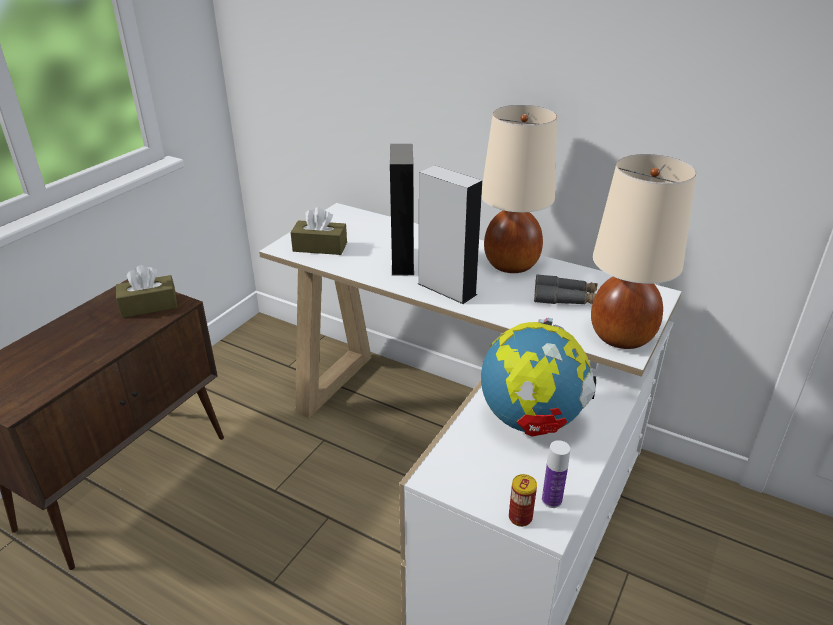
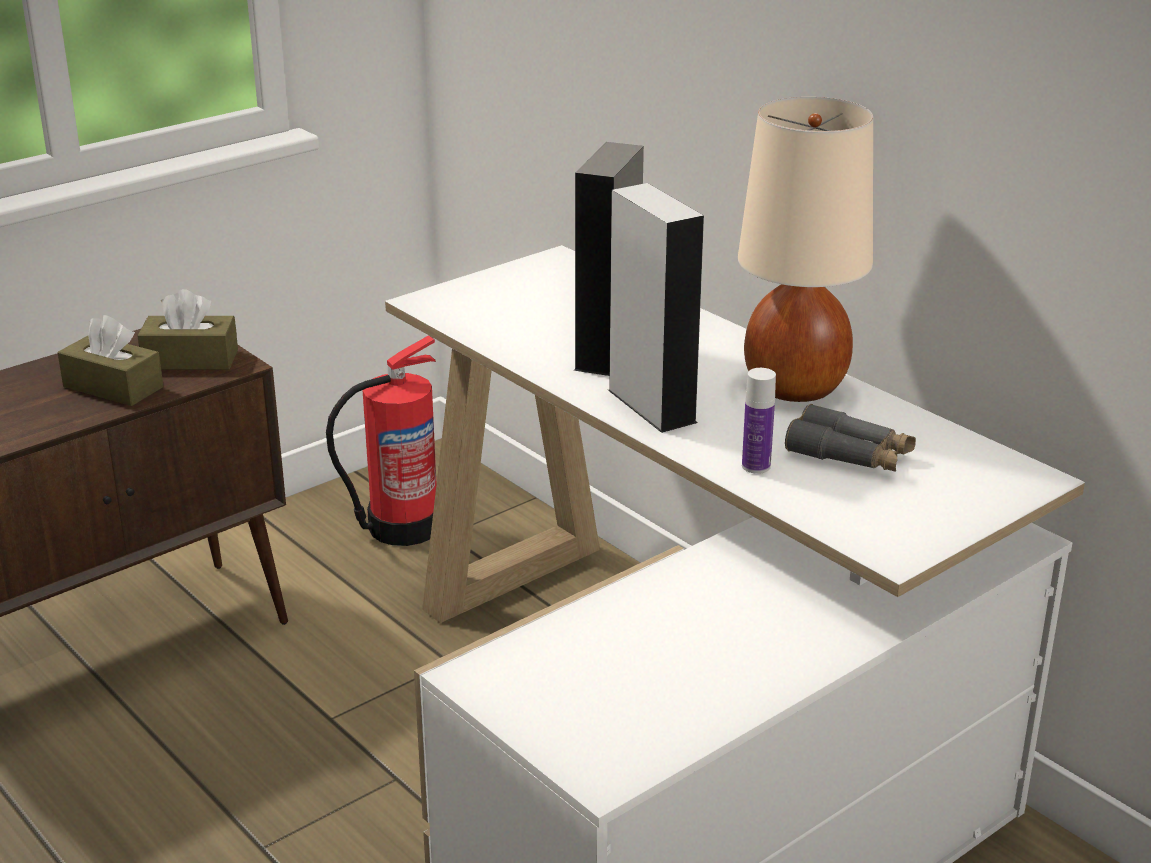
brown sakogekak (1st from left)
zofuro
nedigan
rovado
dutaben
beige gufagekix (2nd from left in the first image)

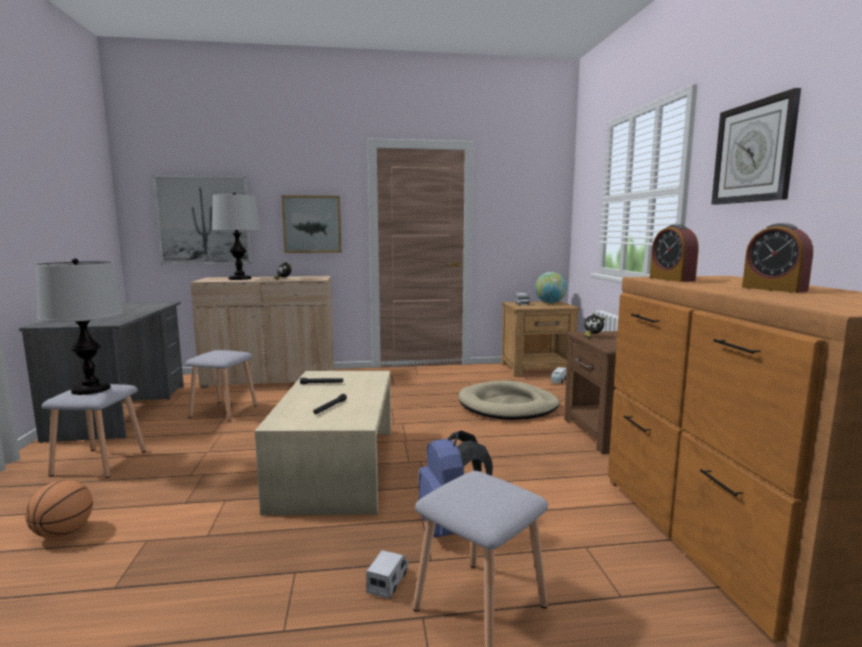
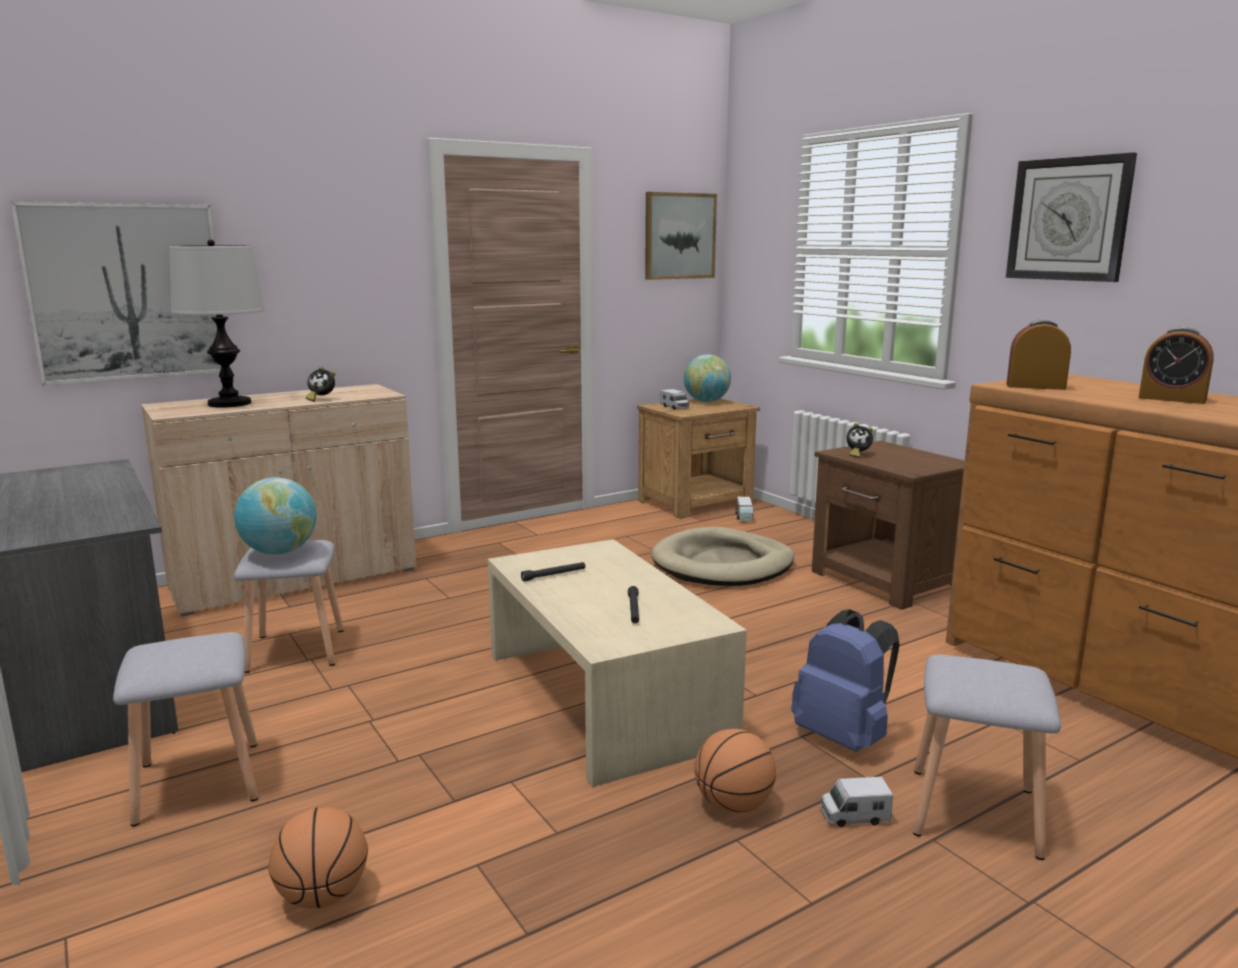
rovado (1st from left)
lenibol (2nd from left)
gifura (2nd from left)
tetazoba (3rd from left)
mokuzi (3rd from left)
gufagekix (1st from left in the first image)

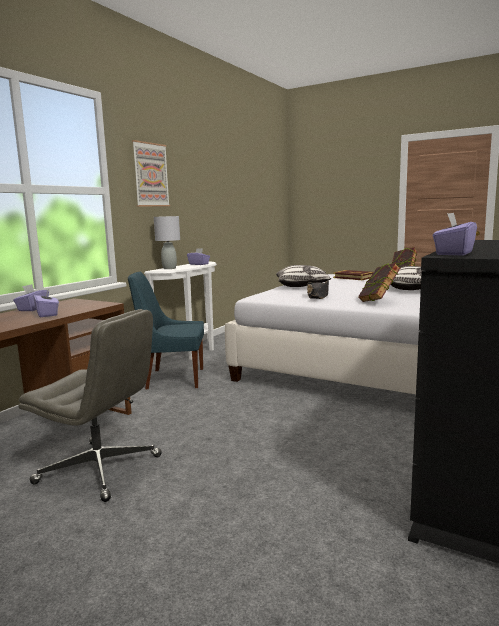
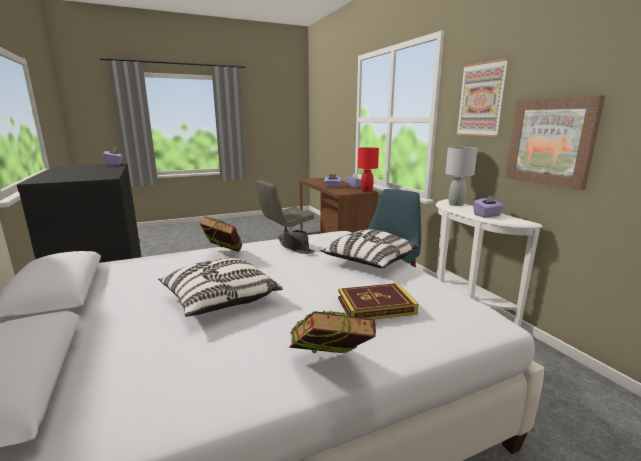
red gufagekix
lenibol (2nd from left)

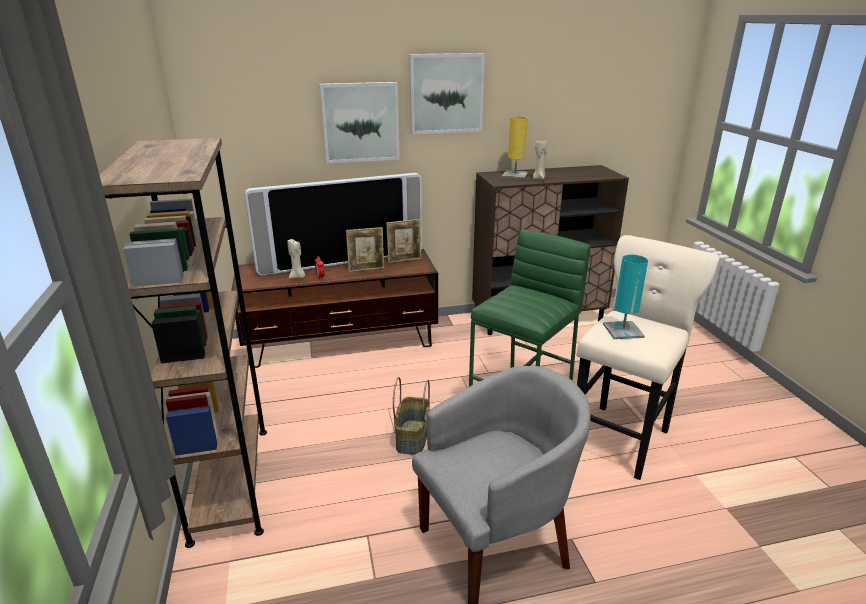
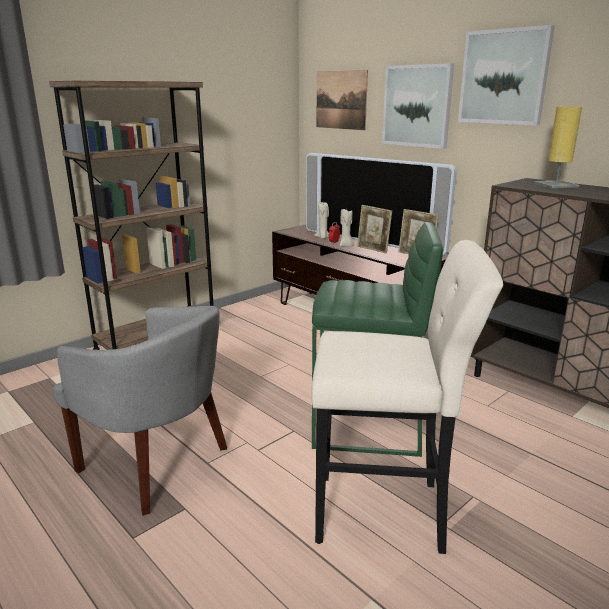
lenibol (1st from left)
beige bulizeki (2nd from left)
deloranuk
turquoise gufagekix

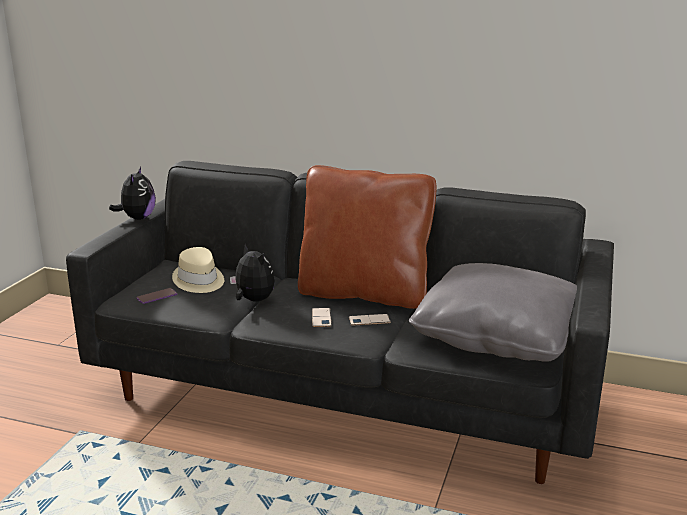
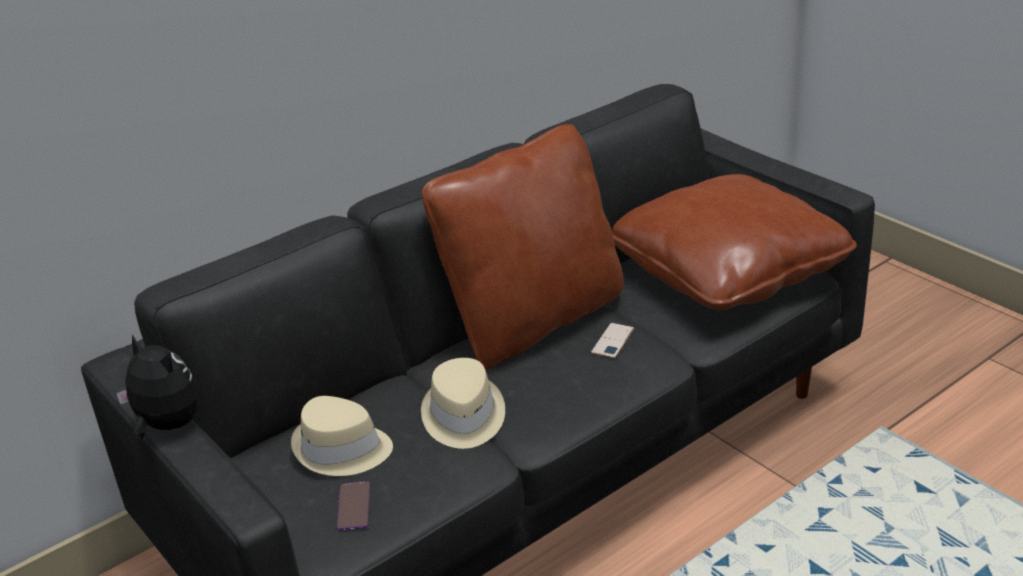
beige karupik (2nd from left)
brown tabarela (2nd from left)
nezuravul (2nd from left in the first image)

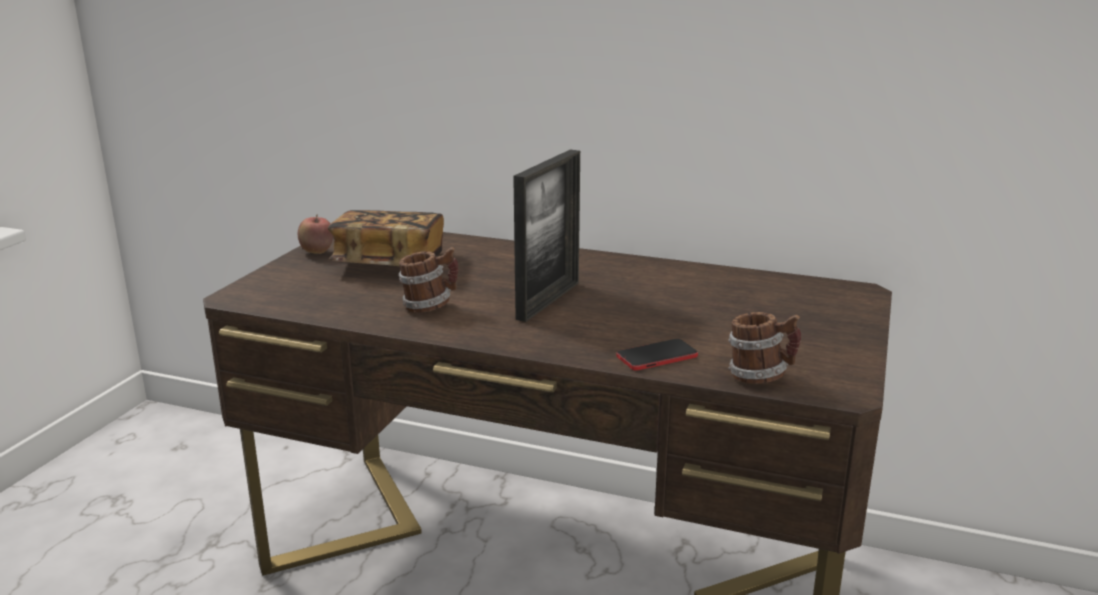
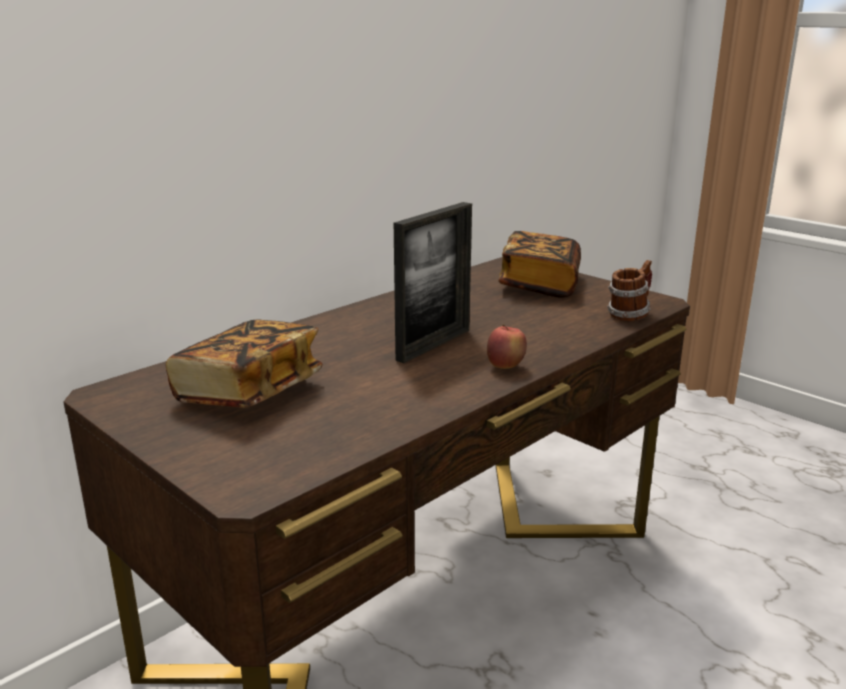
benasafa
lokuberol
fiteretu (2nd from left)
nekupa (1st from left in the first image)
nezuravul

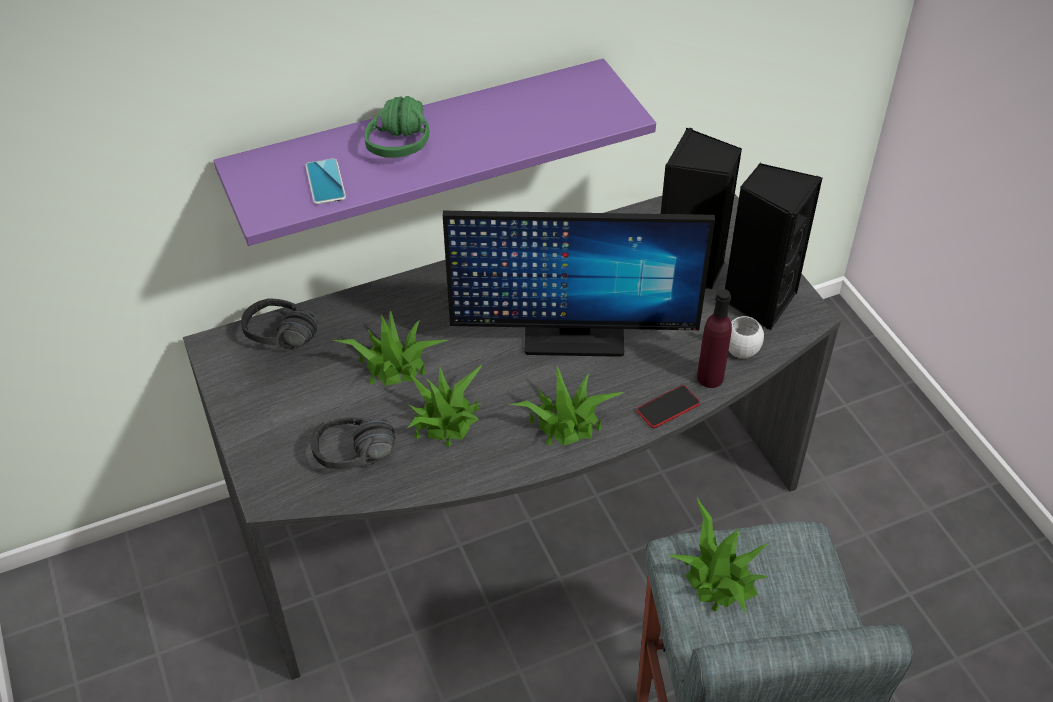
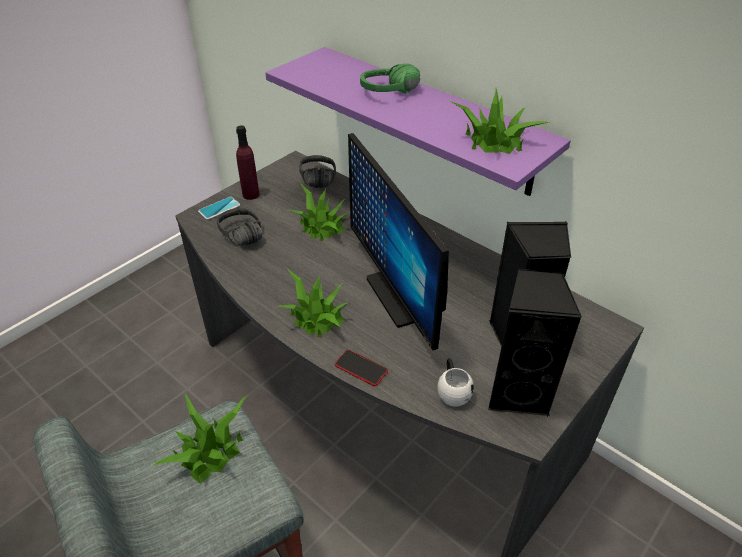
nezuravul (1st from left)
purple nedigan
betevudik (4th from left)

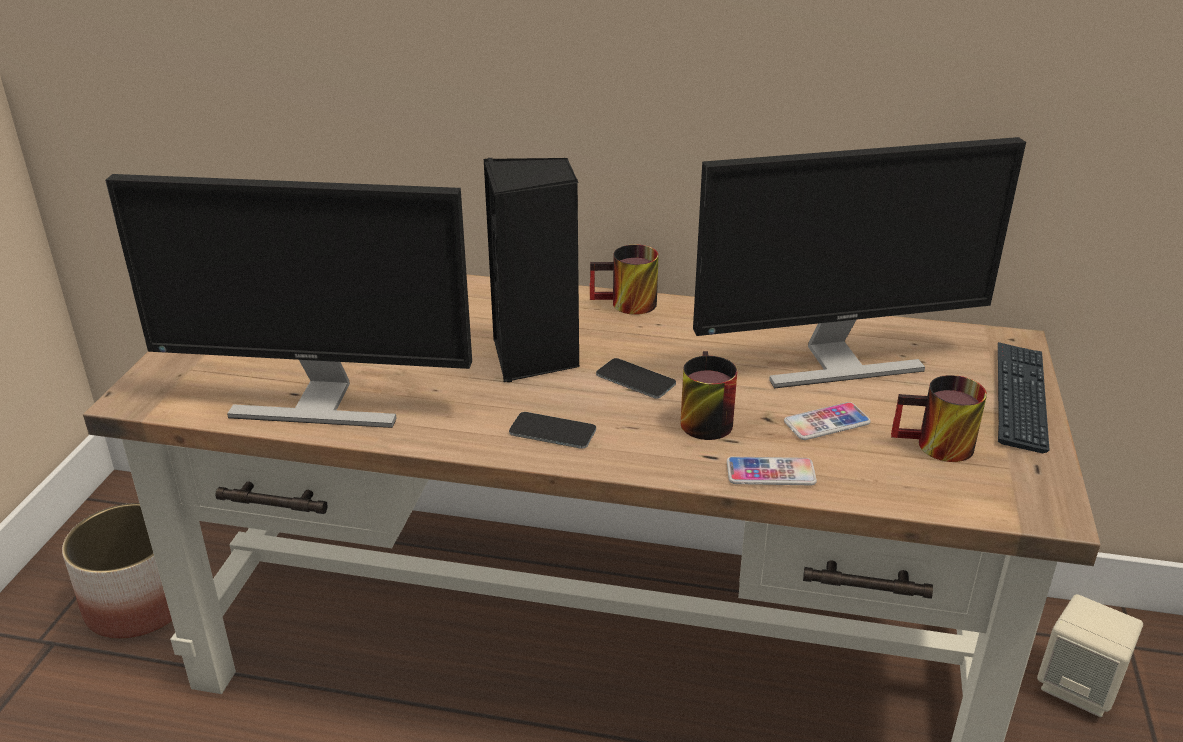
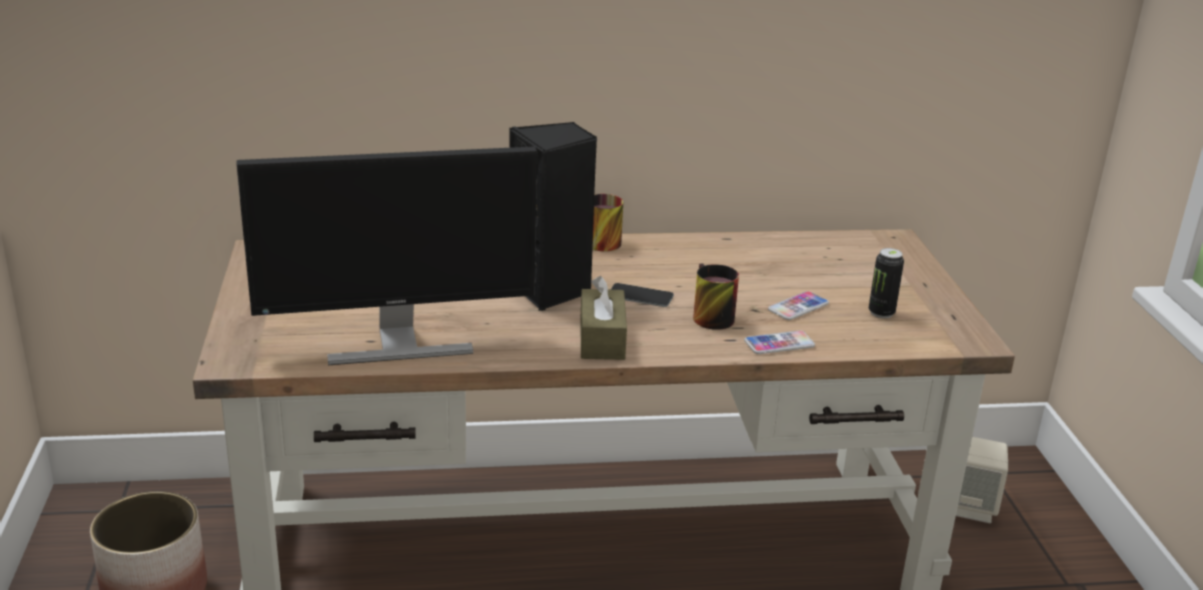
brown sakogekak
dutaben
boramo (2nd from left in the first image)
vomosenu

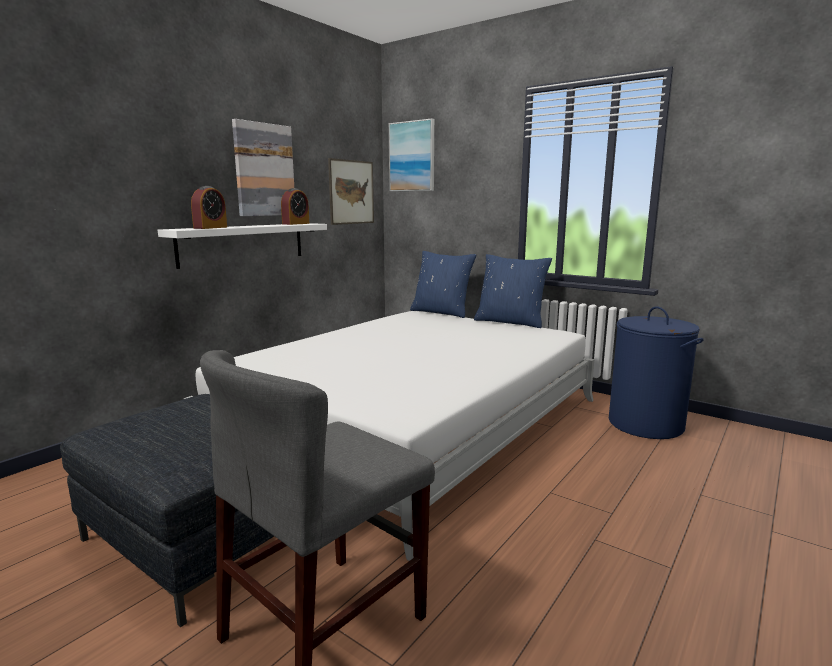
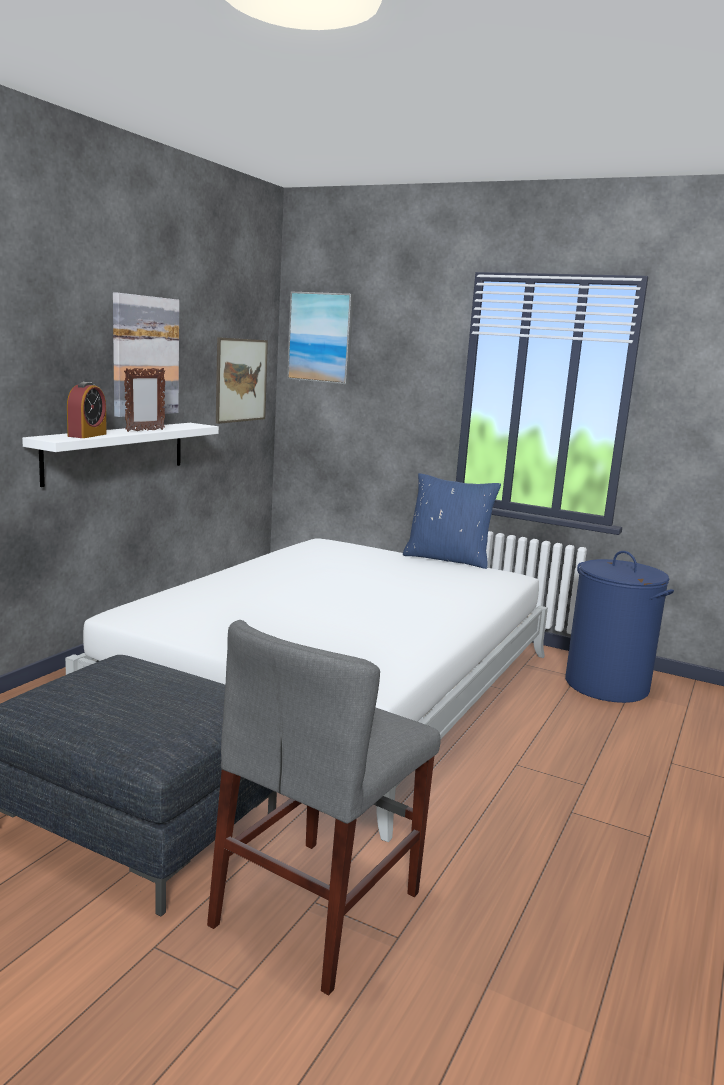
benasafa
mokuzi (2nd from left in the first image)
blue tabarela (1st from left in the first image)

